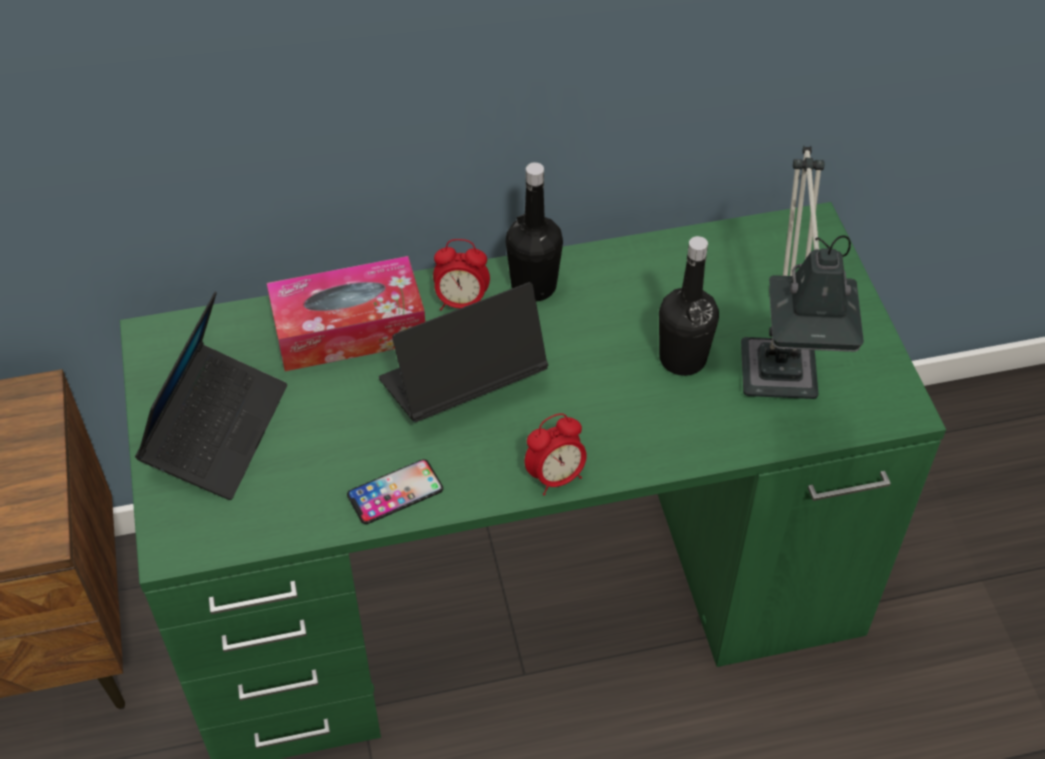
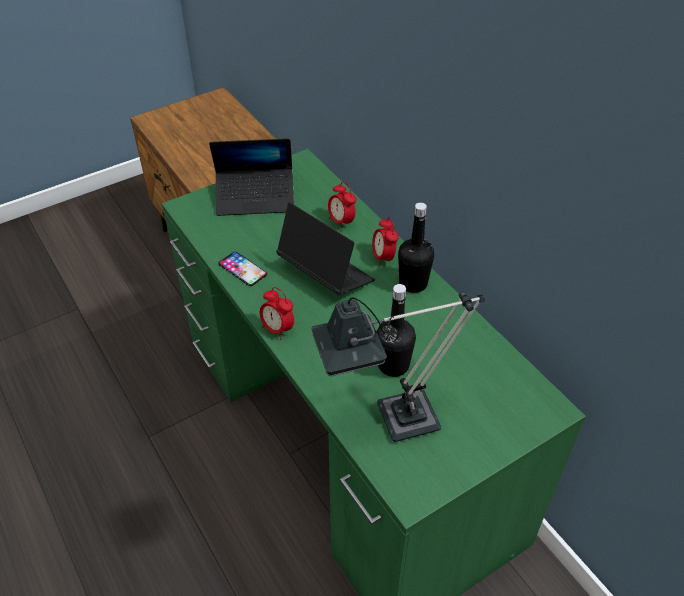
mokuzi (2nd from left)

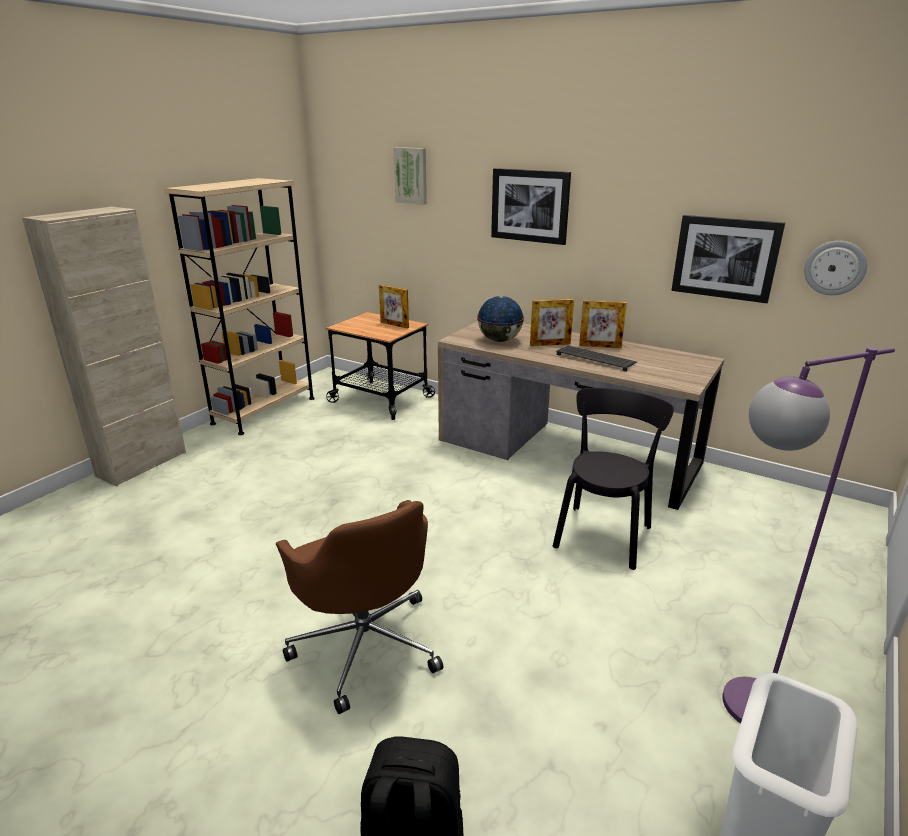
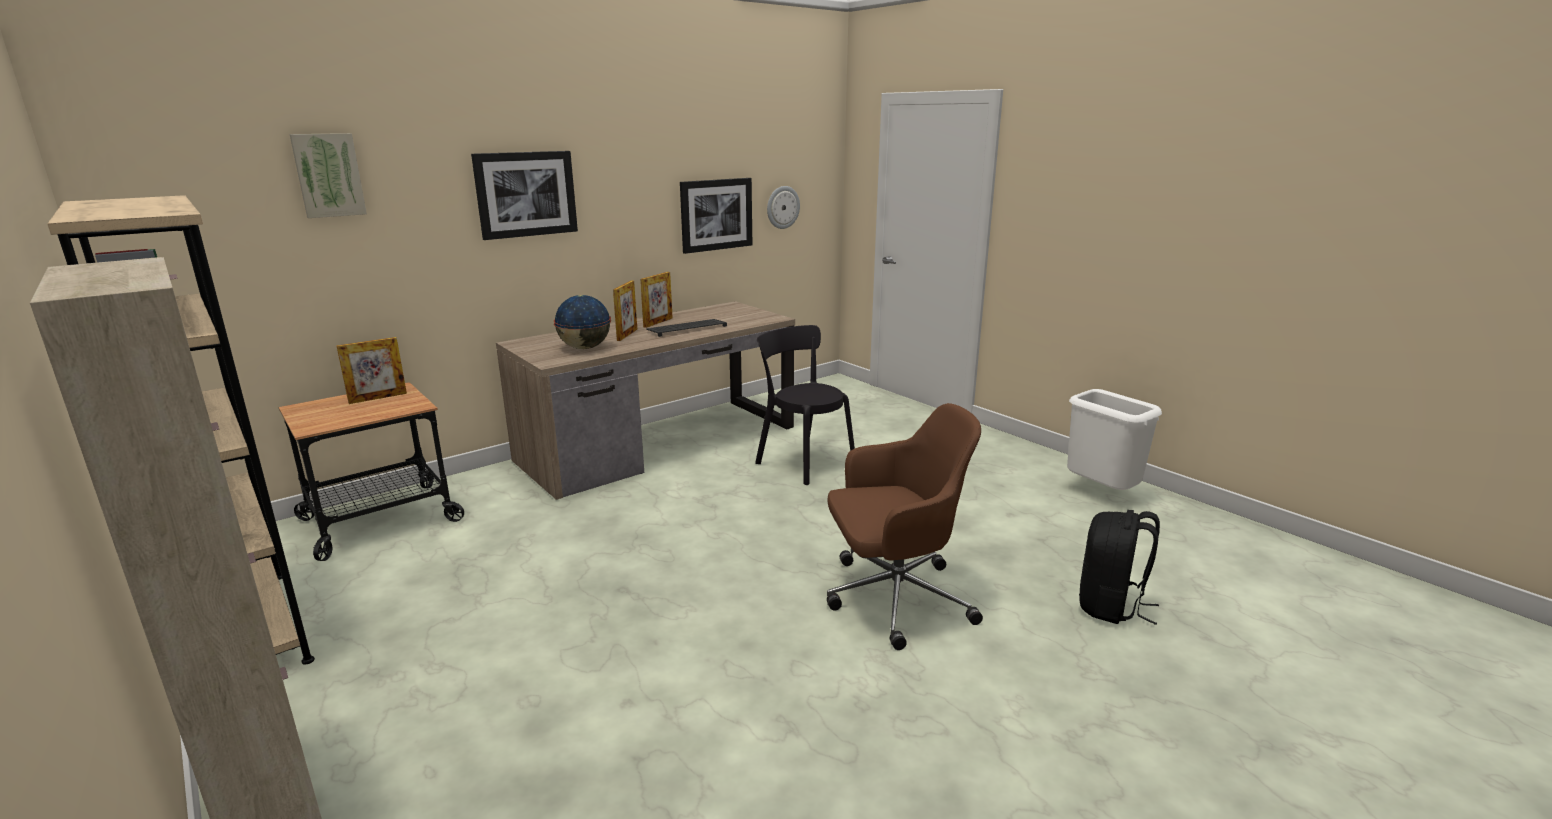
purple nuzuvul

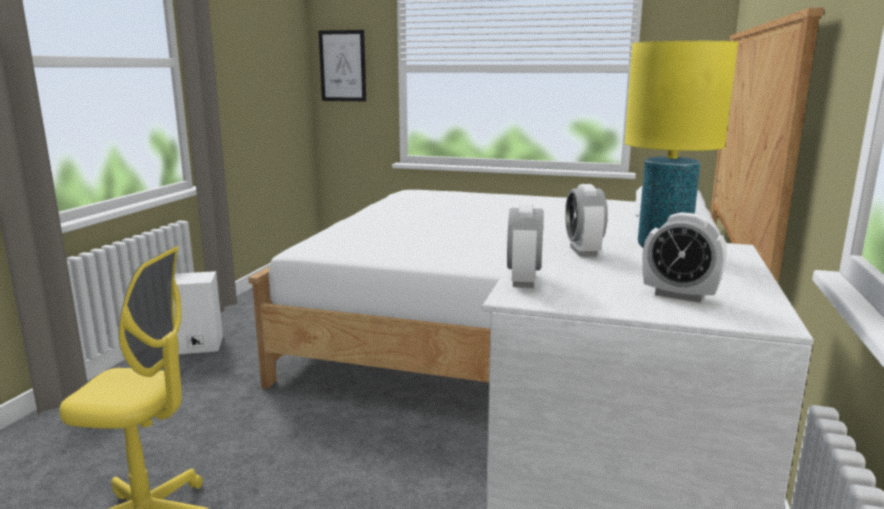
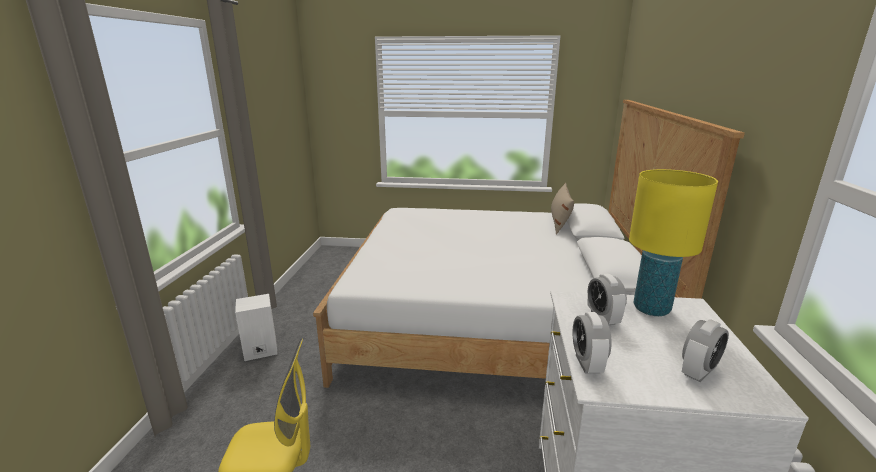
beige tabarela
mokuzi (3rd from left)
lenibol

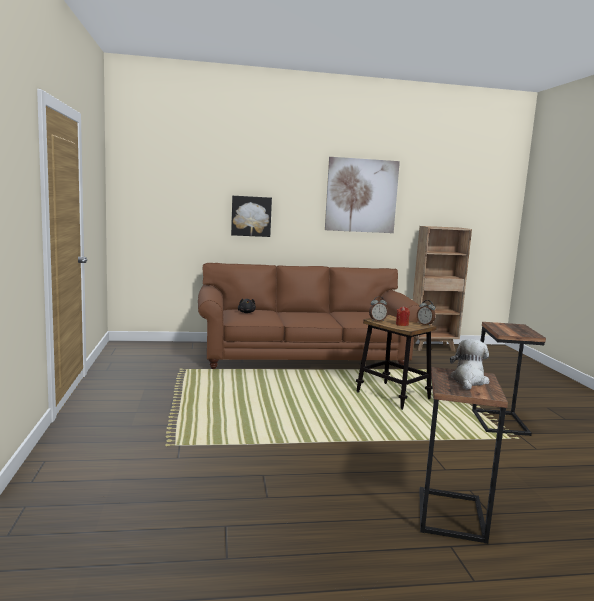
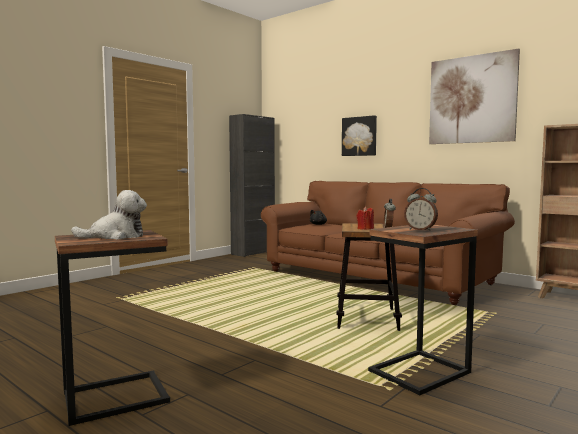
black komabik
mokuzi (2nd from left)

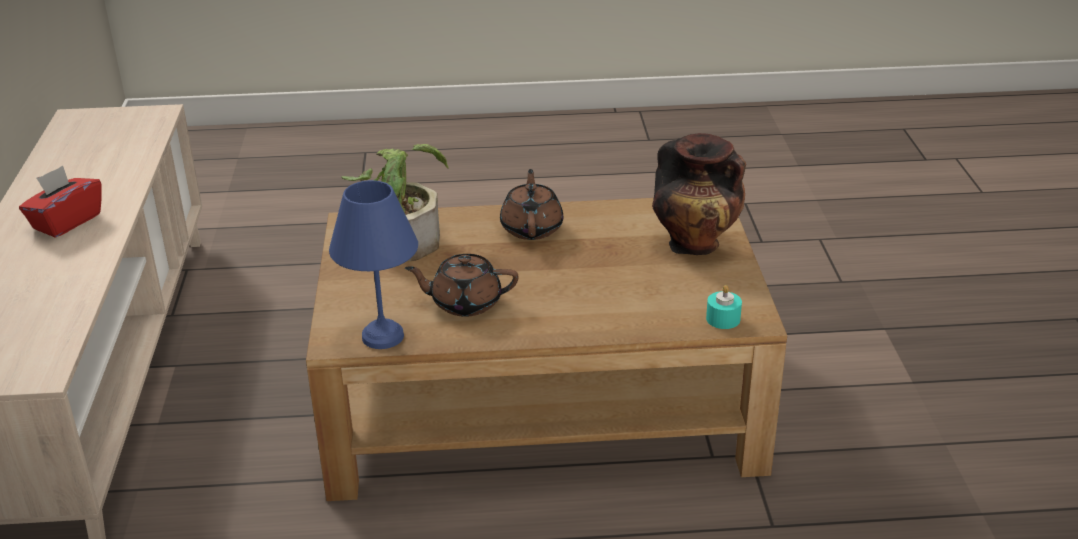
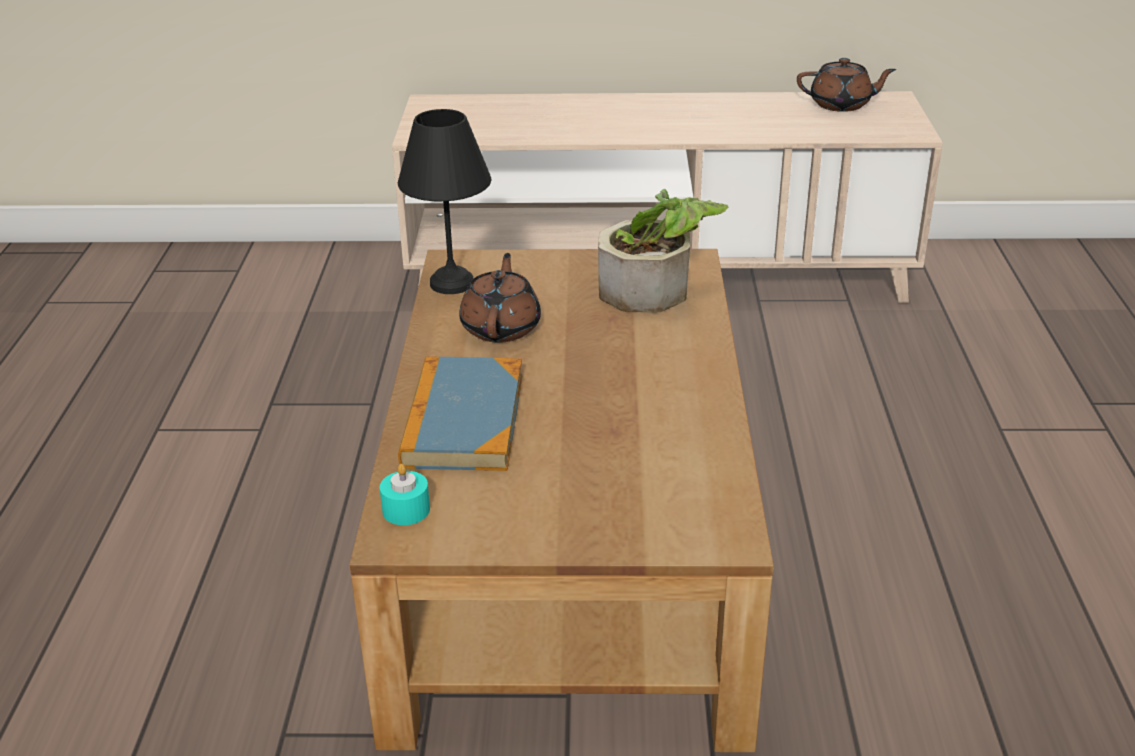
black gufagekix
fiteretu
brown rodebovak (2nd from left)
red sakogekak
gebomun

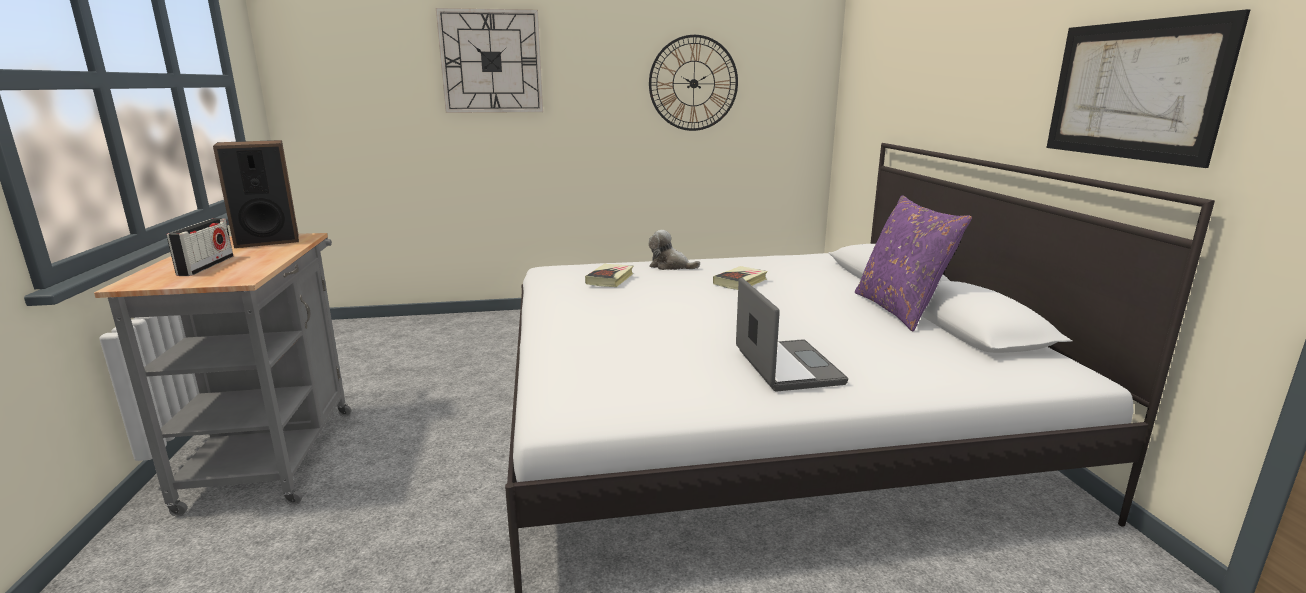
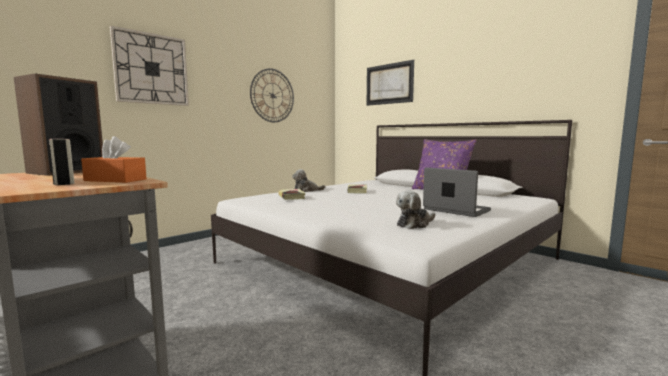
orange sakogekak
lenibol
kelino (2nd from left)

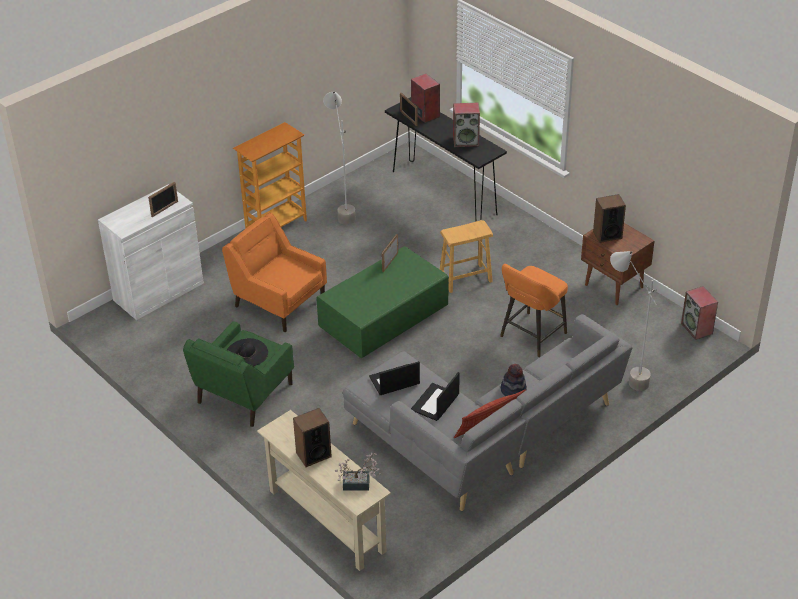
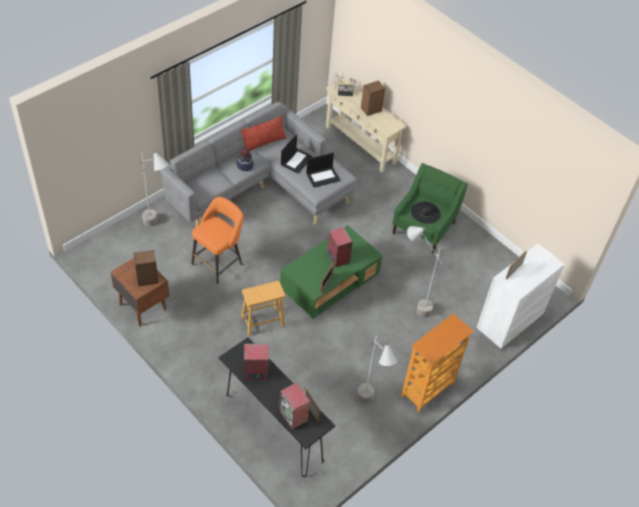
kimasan (4th from left)
grey nuzuvul (3rd from left)

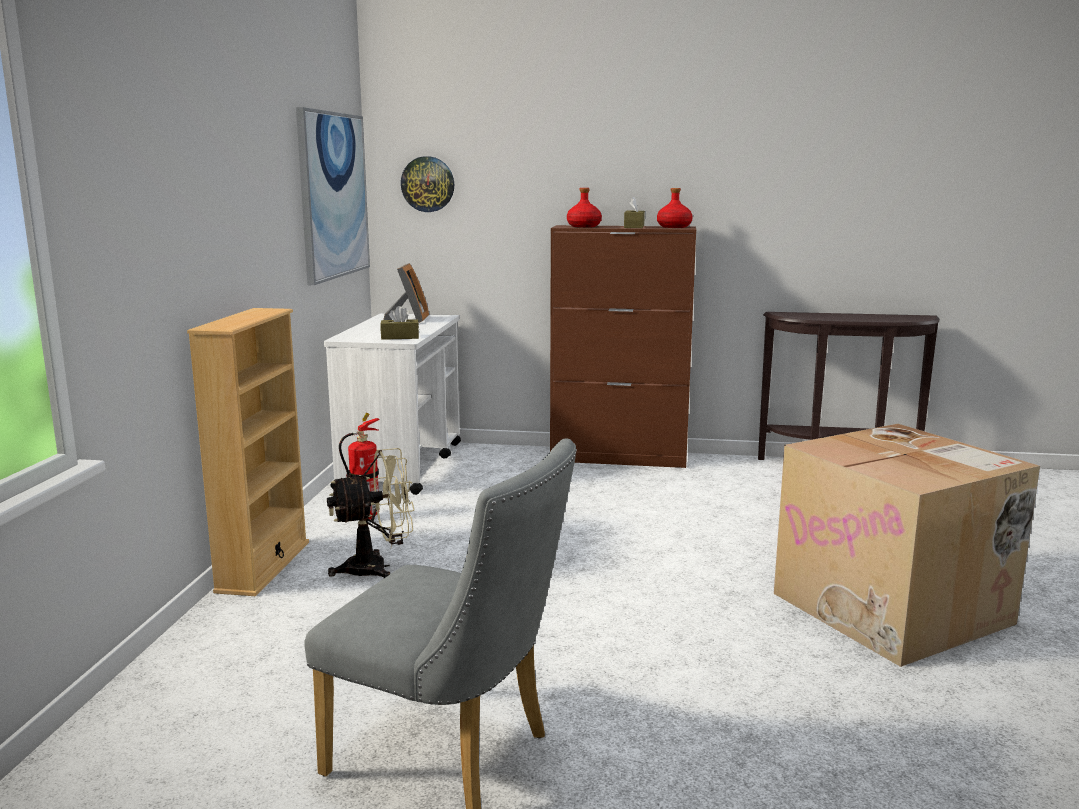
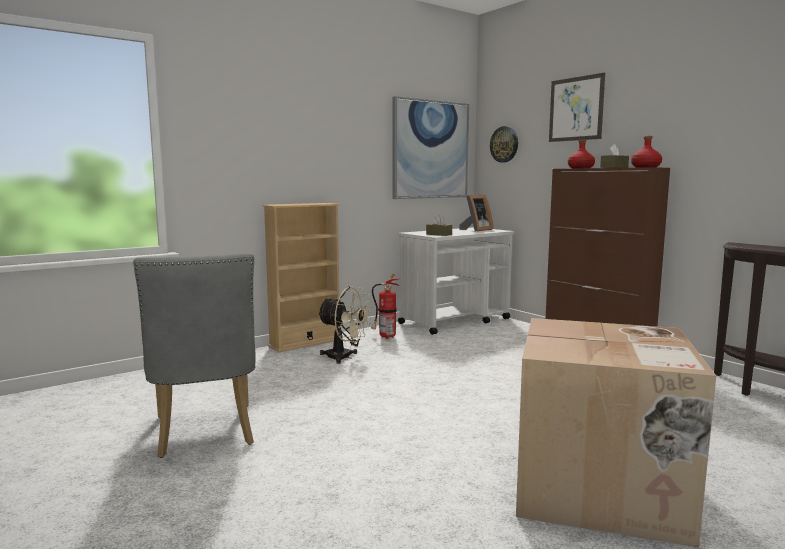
lenibol (2nd from left)

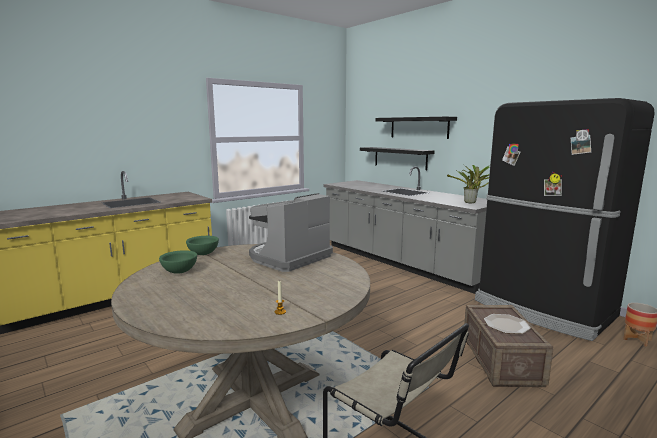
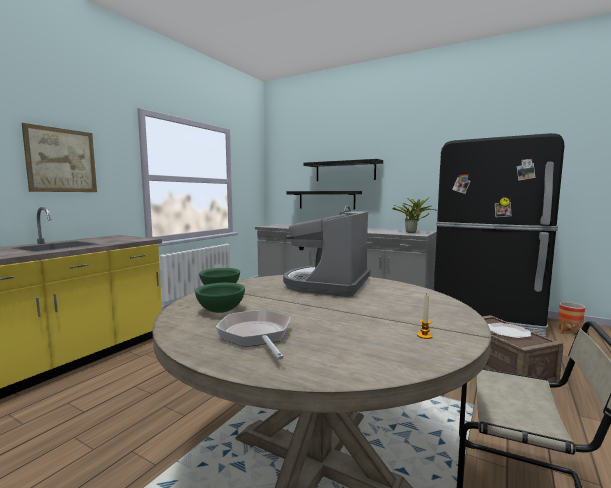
lenibol
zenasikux

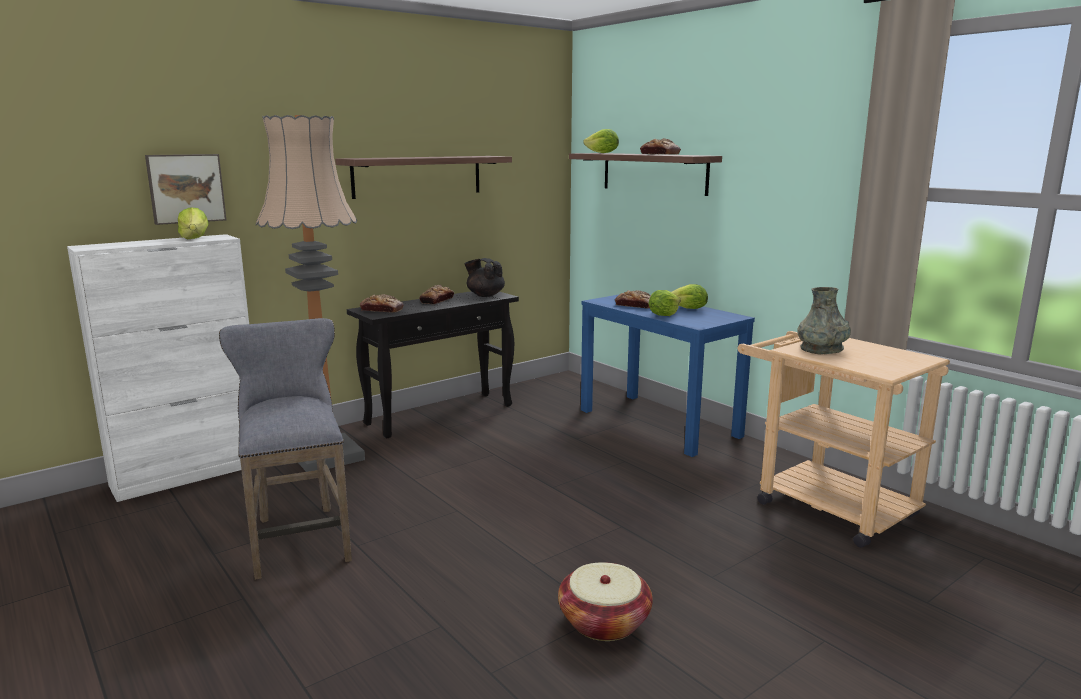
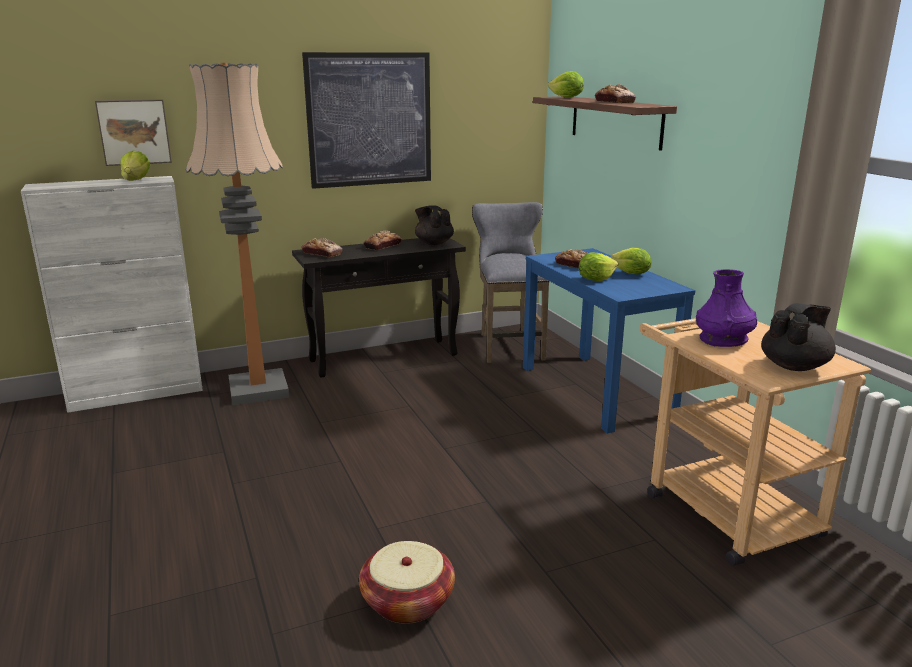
lenibol (2nd from left)
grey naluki
purple gebomun
black rodebovak (2nd from left)

